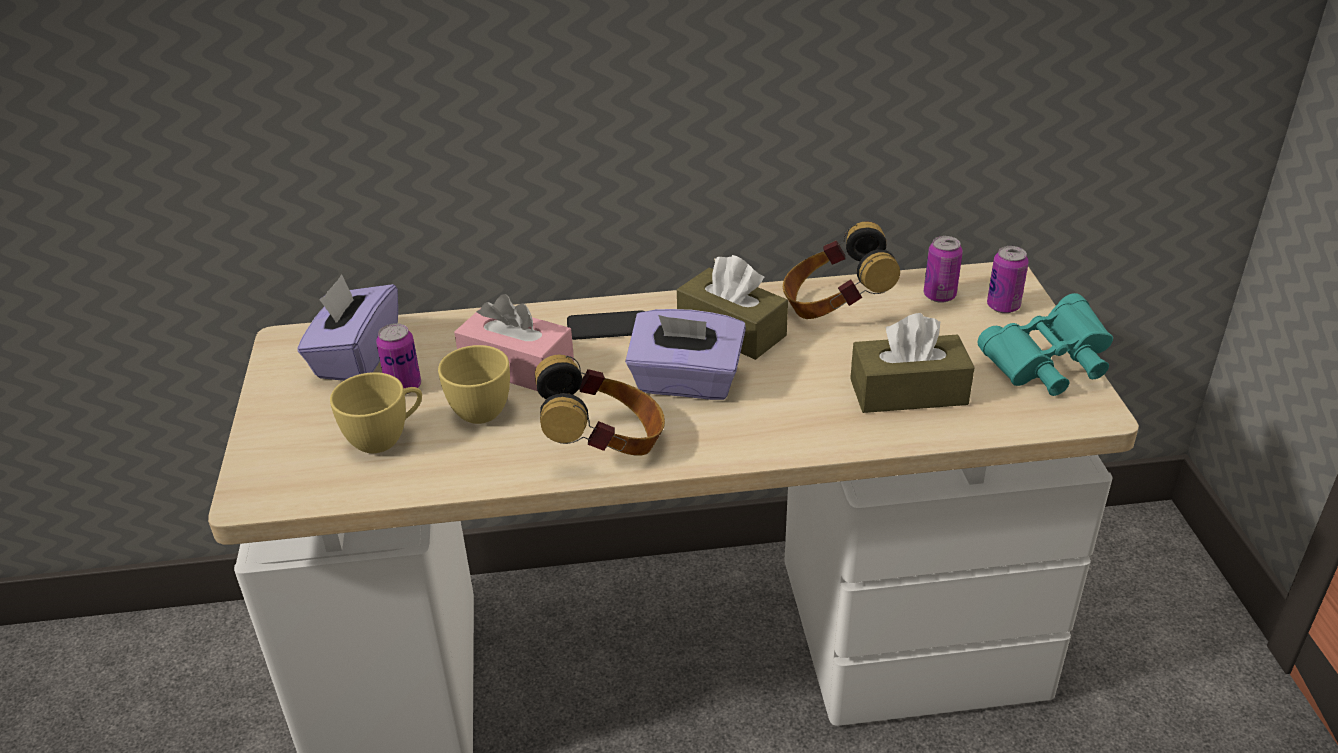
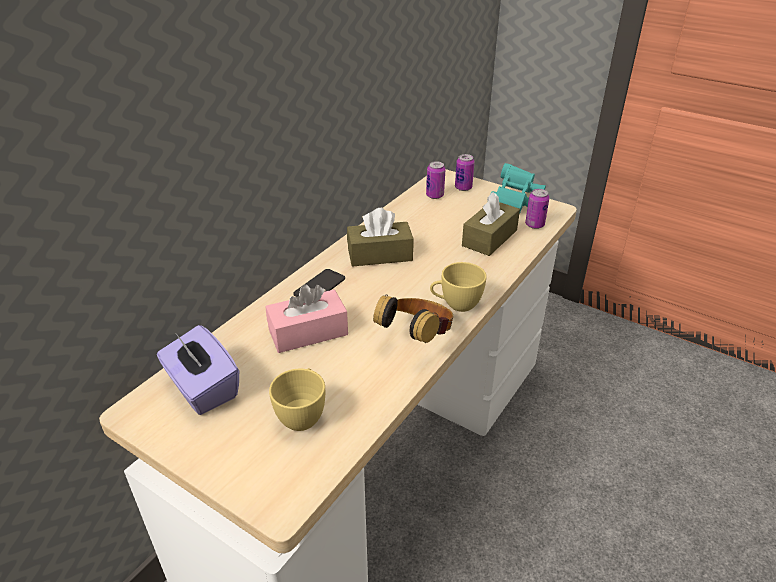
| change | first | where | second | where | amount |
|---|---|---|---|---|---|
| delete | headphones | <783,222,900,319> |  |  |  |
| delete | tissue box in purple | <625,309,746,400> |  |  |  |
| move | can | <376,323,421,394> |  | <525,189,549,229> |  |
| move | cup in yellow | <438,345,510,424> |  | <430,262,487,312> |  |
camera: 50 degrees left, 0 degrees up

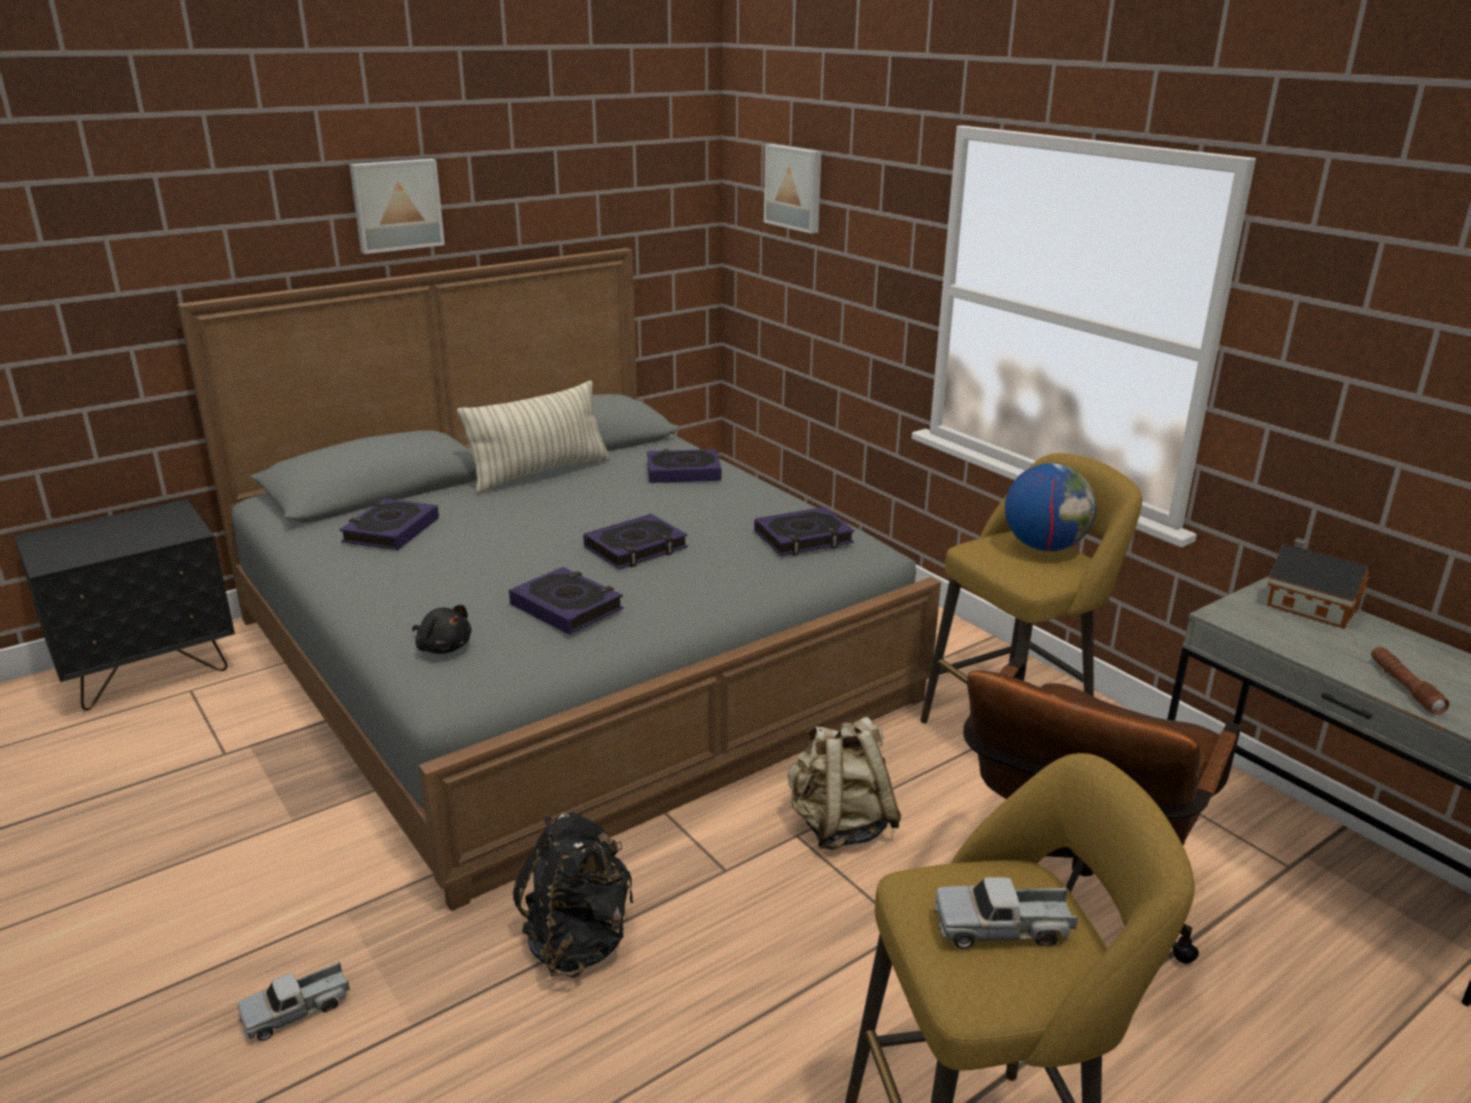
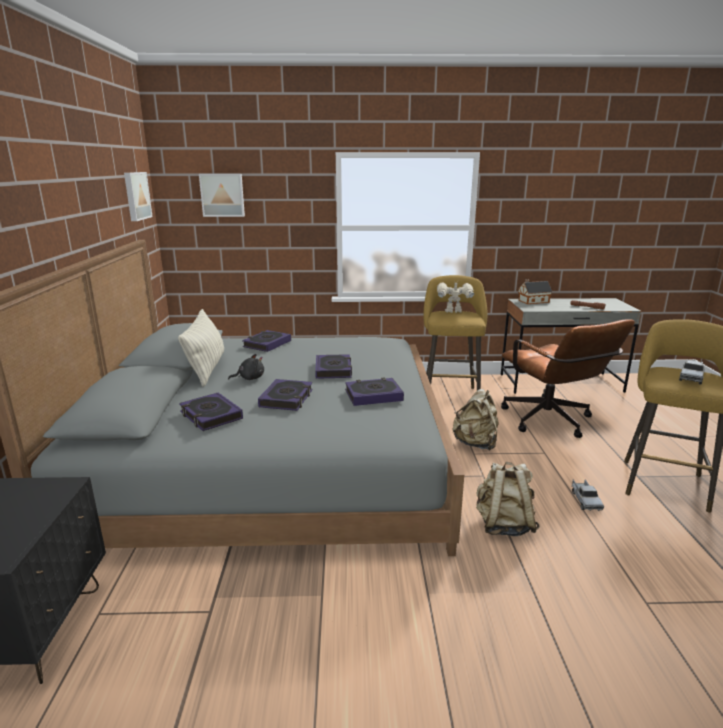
| change | first | where | second | where | amount |
|---|---|---|---|---|---|
| move | picture | <349,159,445,254> |  | <124,172,153,221> |  |
| replace | globe | <1005,463,1096,551> | toy robot | <437,282,474,313> |  |
| move | book | <754,507,854,556> |  | <258,379,313,411> |  |
| move | plush toy in black | <412,605,471,654> |  | <228,354,264,380> |  |
| recolor | backpack in black | <513,812,633,978> | backpack in beige | <476,462,540,536> |  |
| move | toy truck | <238,962,350,1041> |  | <572,479,604,511> |  |
camera: 55 degrees left, 5 degrees down

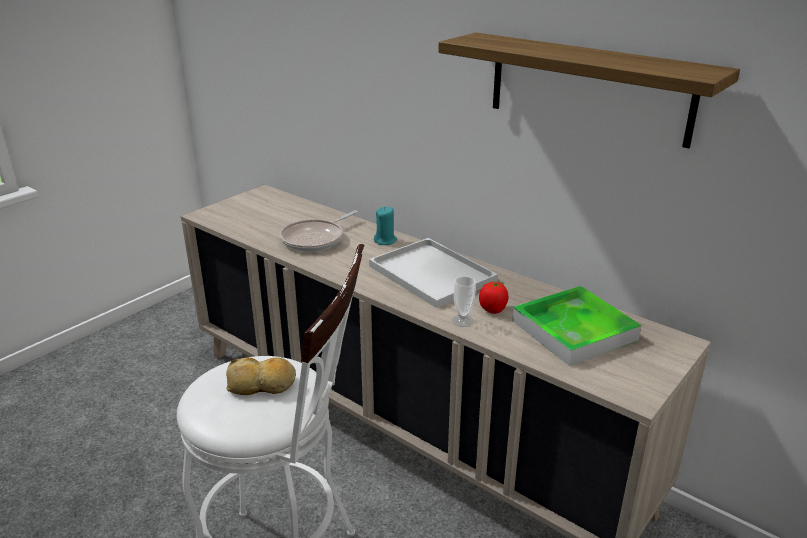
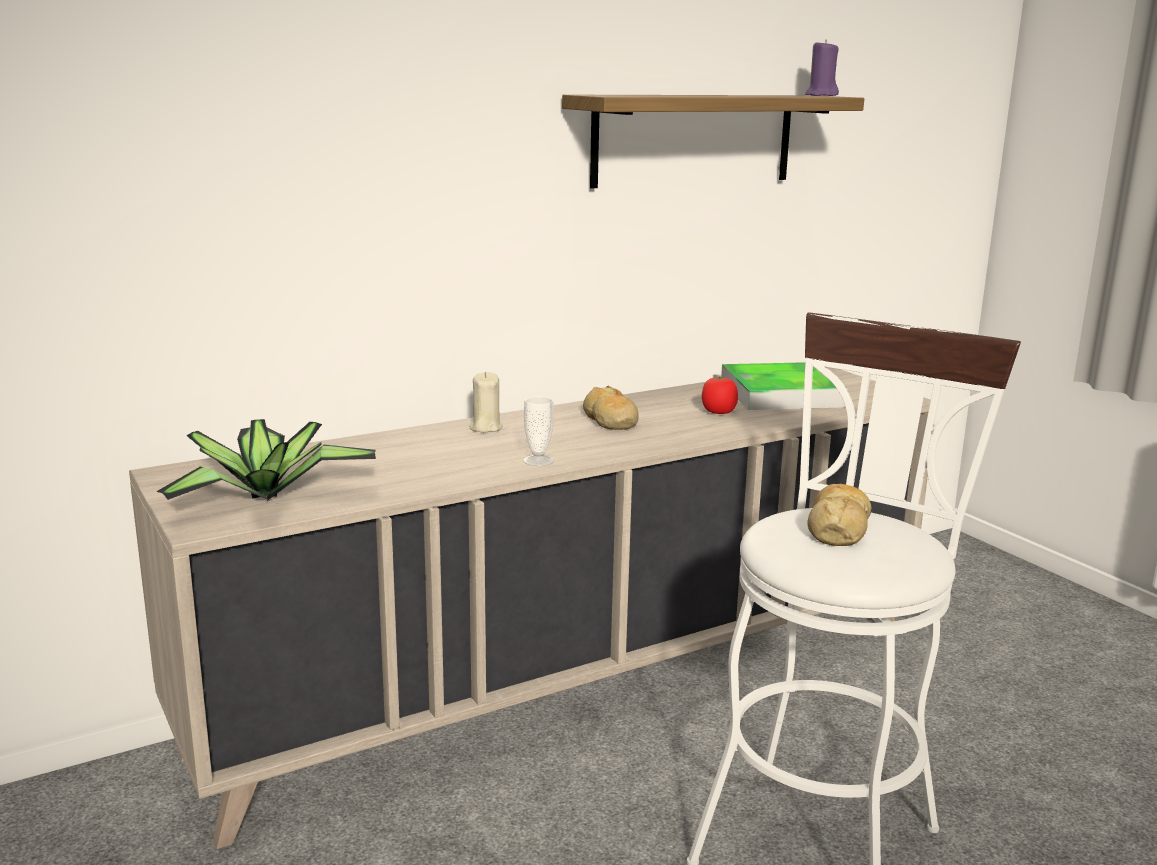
| change | first | where | second | where | amount |
|---|---|---|---|---|---|
| recolor | candle in turquoise | <374,206,397,245> | candle in beige | <469,372,502,433> |  |
| delete | frying pan | <280,210,358,252> |  |  |  |
| replace | tray in white | <369,238,498,308> | bread | <583,386,639,430> |  |
| move | cup | <452,276,476,327> |  | <523,396,554,466> |  |
| insert |  |  | candle in purple | <805,40,839,96> |  |
| insert |  |  | potted plant | <156,419,376,501> |  |
camera: 70 degrees left, 10 degrees down

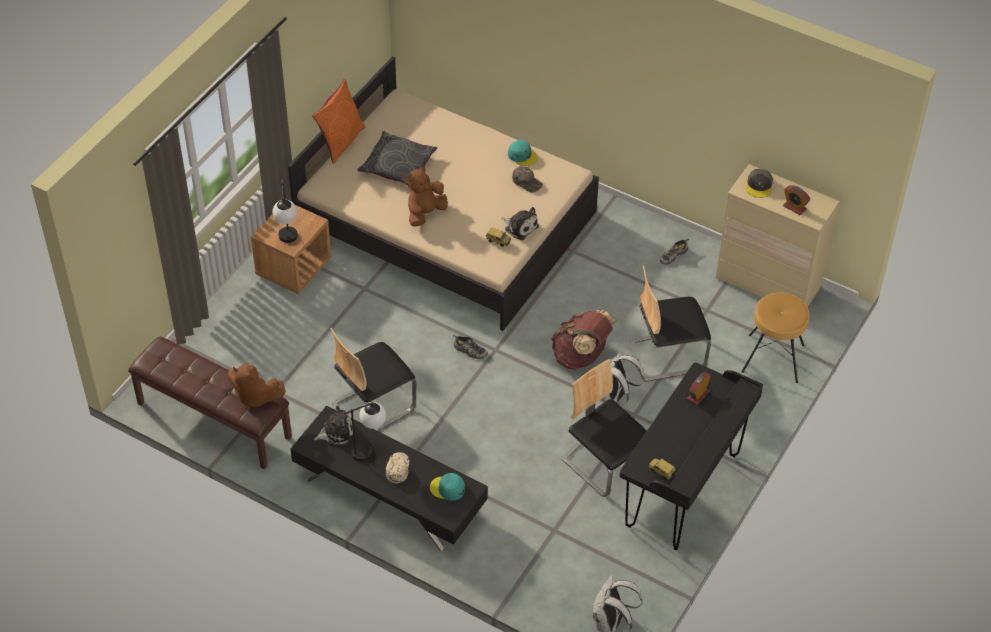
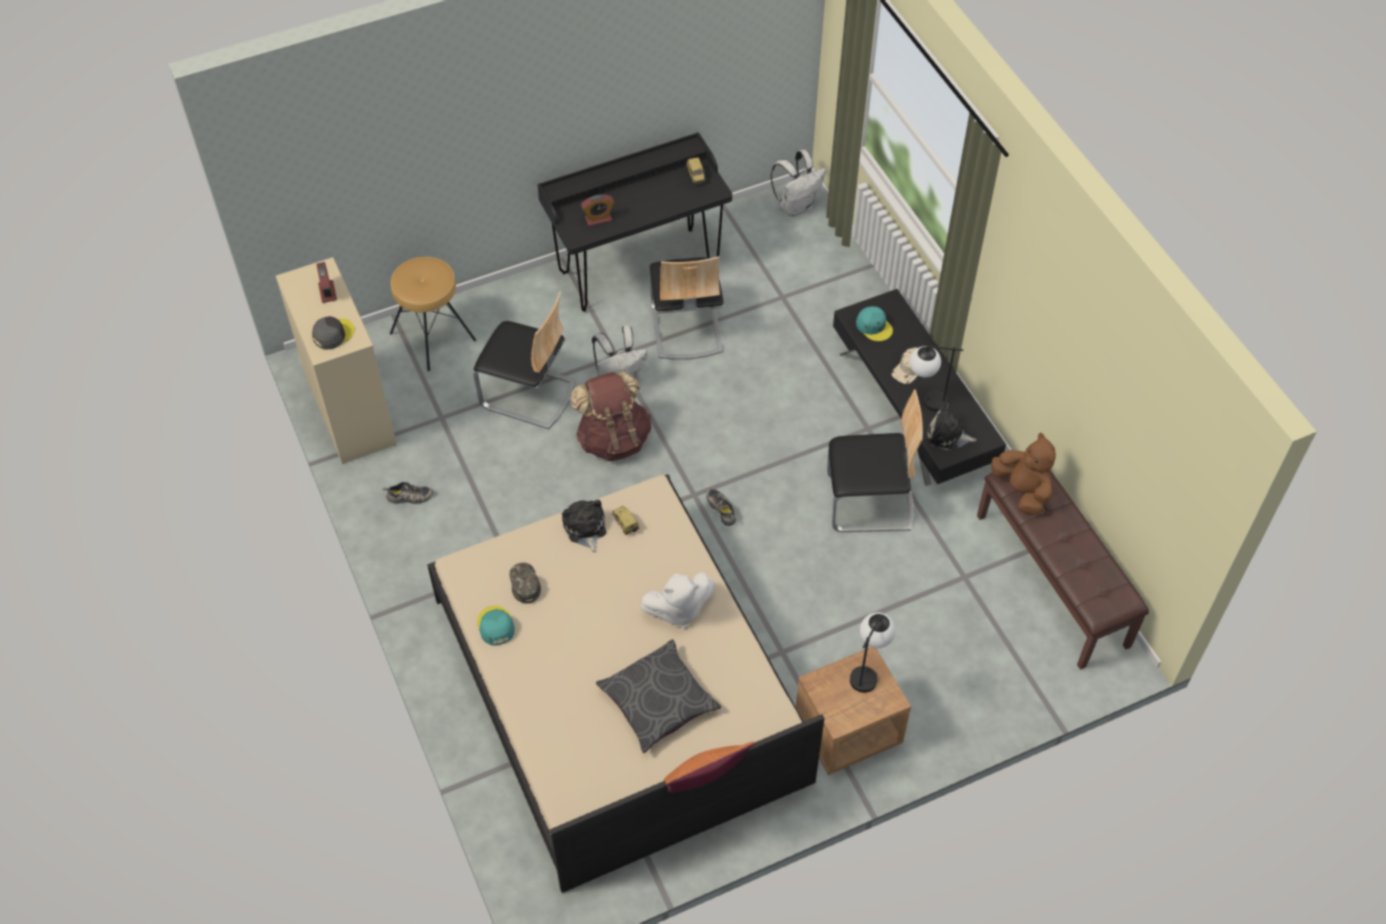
| change | first | where | second | where | amount |
|---|---|---|---|---|---|
| recolor | plush toy in brown | <407,167,448,227> | plush toy in white | <640,572,715,629> |  |
camera: 145 degrees left, 5 degrees up

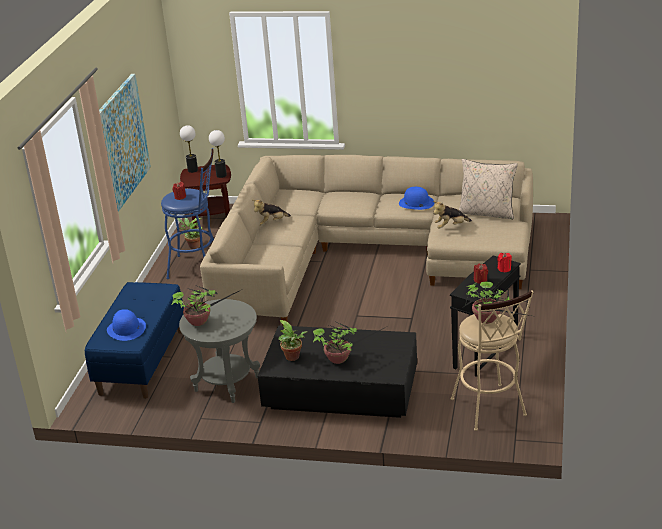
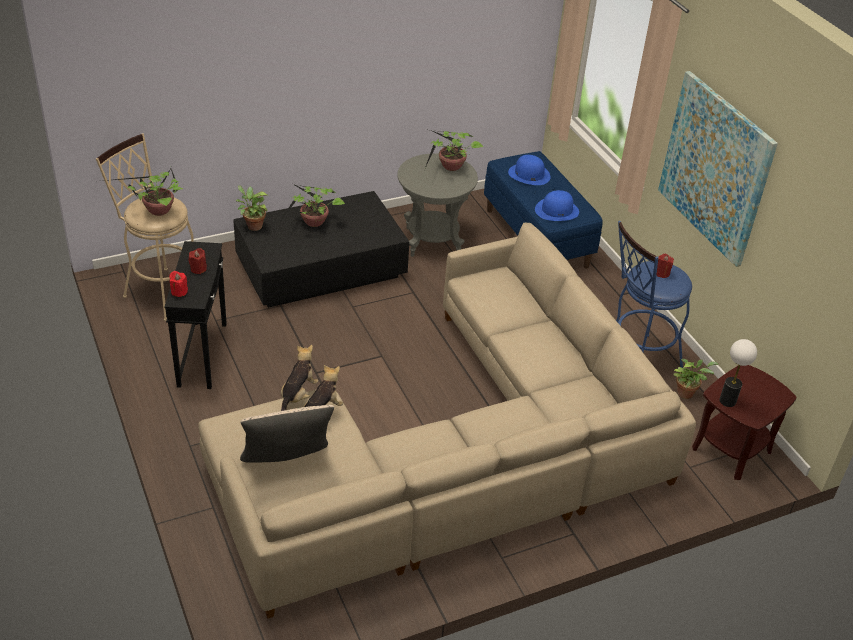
| change | first | where | second | where | amount |
|---|---|---|---|---|---|
| delete | table lamp | <180,125,198,173> |  |  |  |
| move | hat in blue | <399,187,434,210> |  | <535,190,579,221> |  |
| move | plush toy | <253,200,291,226> |  | <281,345,318,411> |  |
| move | potted plant | <278,320,308,361> |  | <236,185,268,231> |  |
camera: 140 degrees right, 10 degrees up

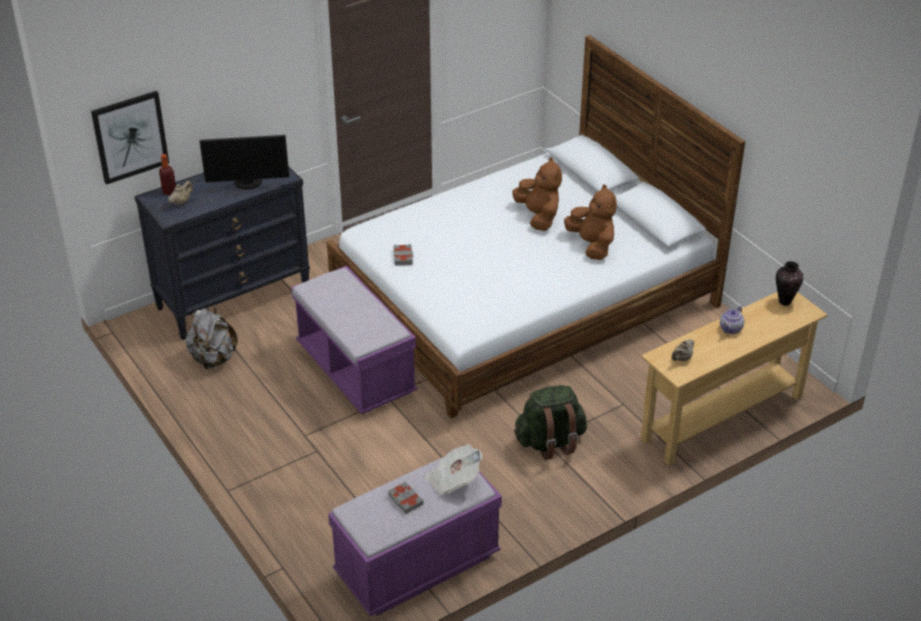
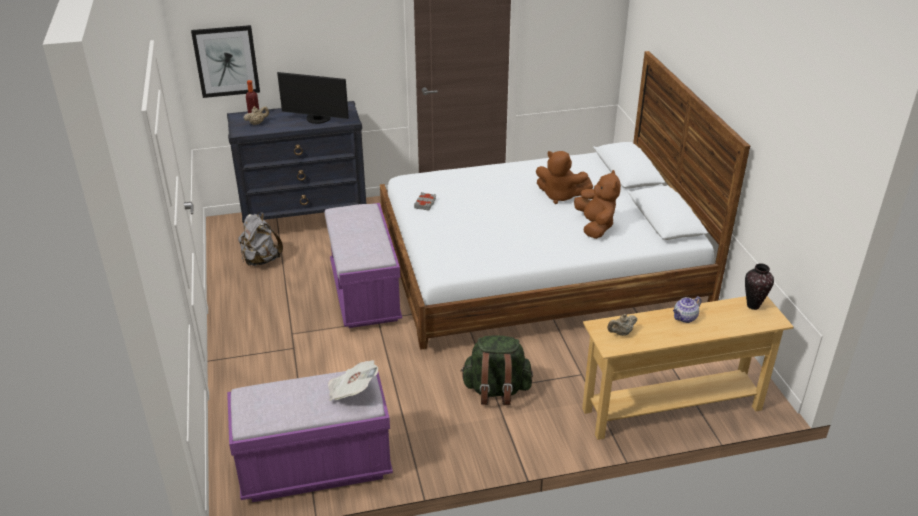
| change | first | where | second | where | amount |
|---|---|---|---|---|---|
| rotate | plush toy in brown | <512,157,562,231> |  | <536,151,593,204> | 120 degrees clockwise |
| delete | book in grey | <388,481,424,514> |  |  |  |
camera: 20 degrees right, 5 degrees down

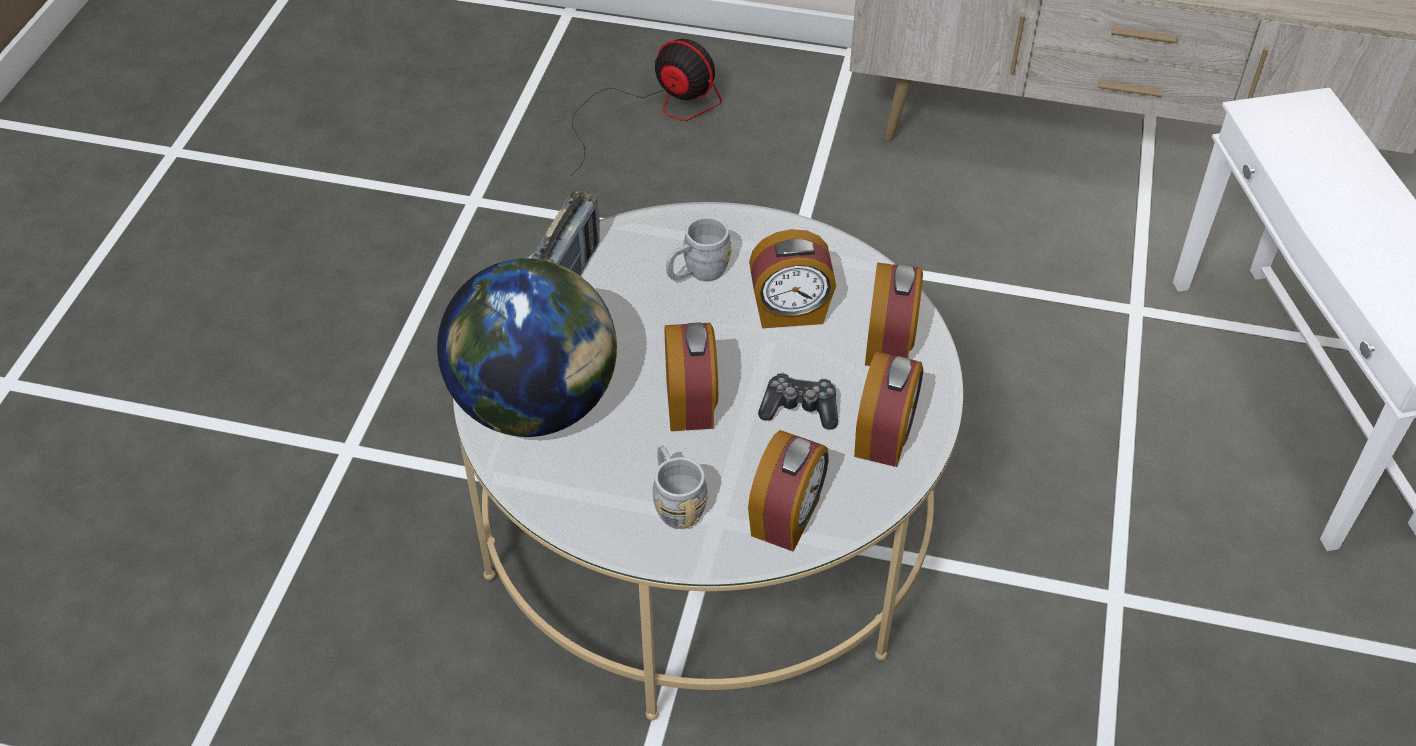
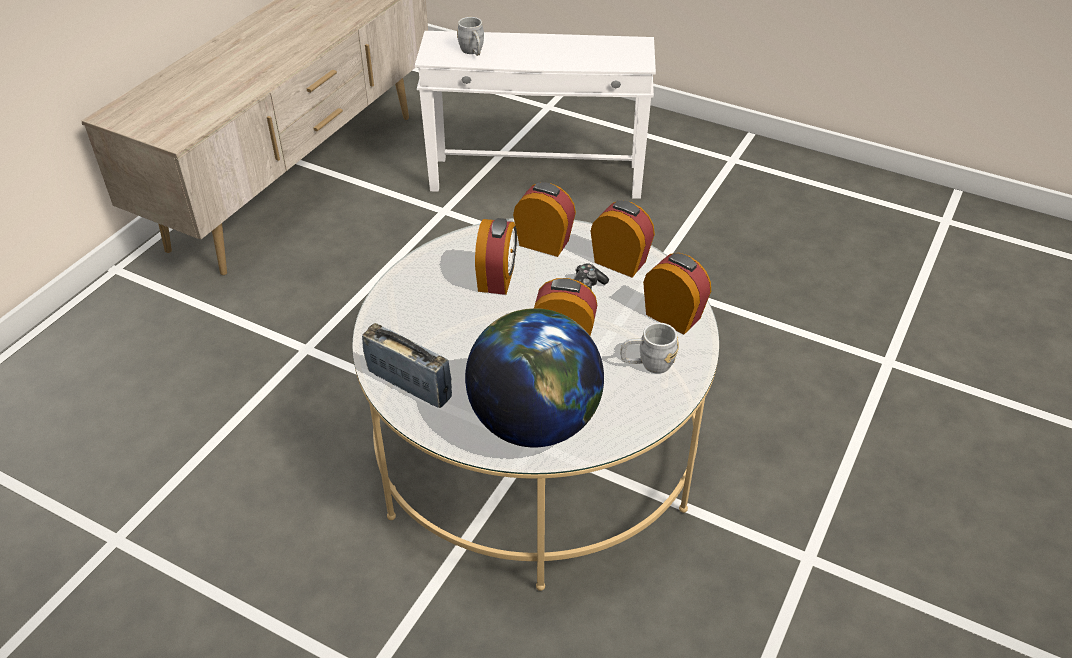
| change | first | where | second | where | amount |
|---|---|---|---|---|---|
| delete | fan | <571,39,722,176> |  |  |  |
| move | mug in grey | <666,217,732,281> |  | <457,17,484,56> |  |
camera: 75 degrees left, 5 degrees down

